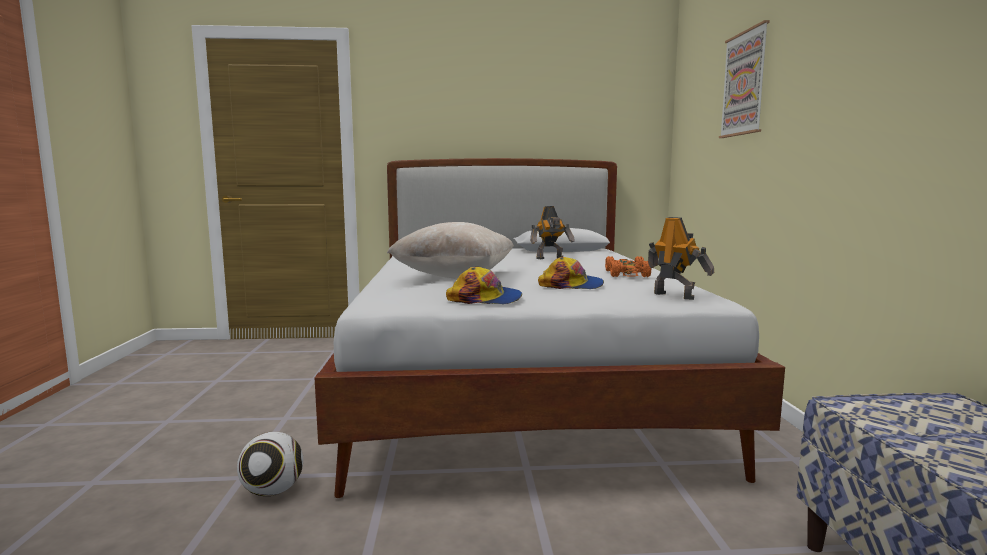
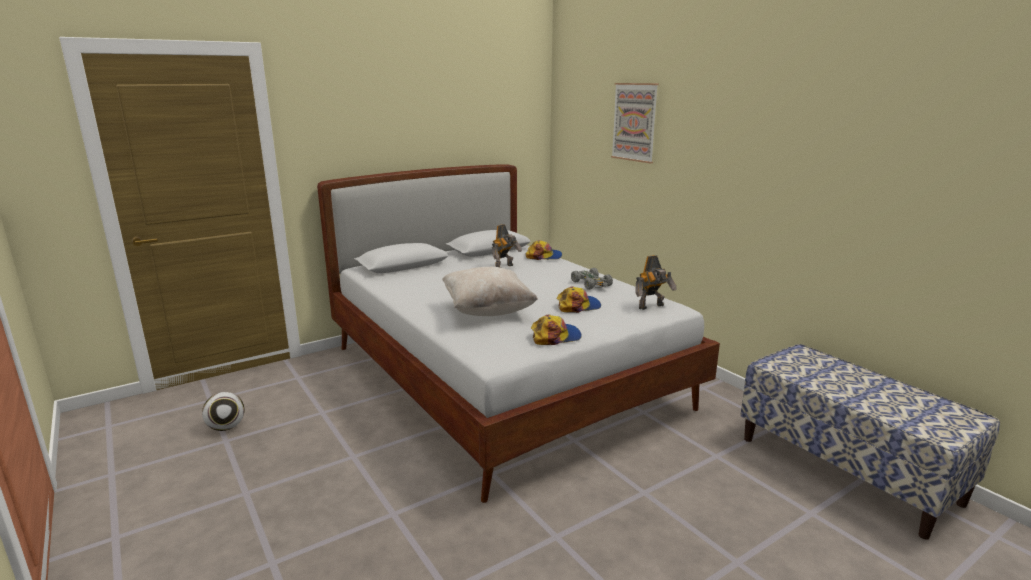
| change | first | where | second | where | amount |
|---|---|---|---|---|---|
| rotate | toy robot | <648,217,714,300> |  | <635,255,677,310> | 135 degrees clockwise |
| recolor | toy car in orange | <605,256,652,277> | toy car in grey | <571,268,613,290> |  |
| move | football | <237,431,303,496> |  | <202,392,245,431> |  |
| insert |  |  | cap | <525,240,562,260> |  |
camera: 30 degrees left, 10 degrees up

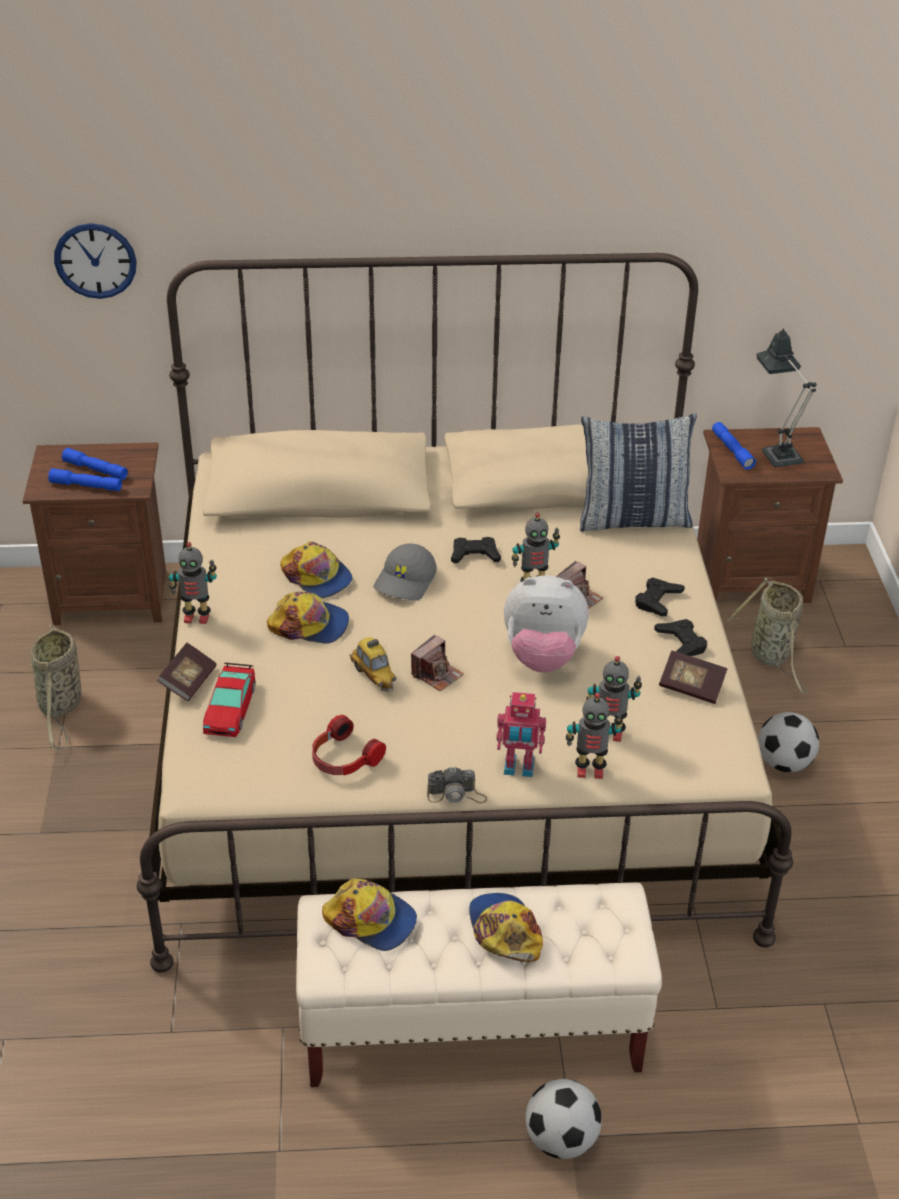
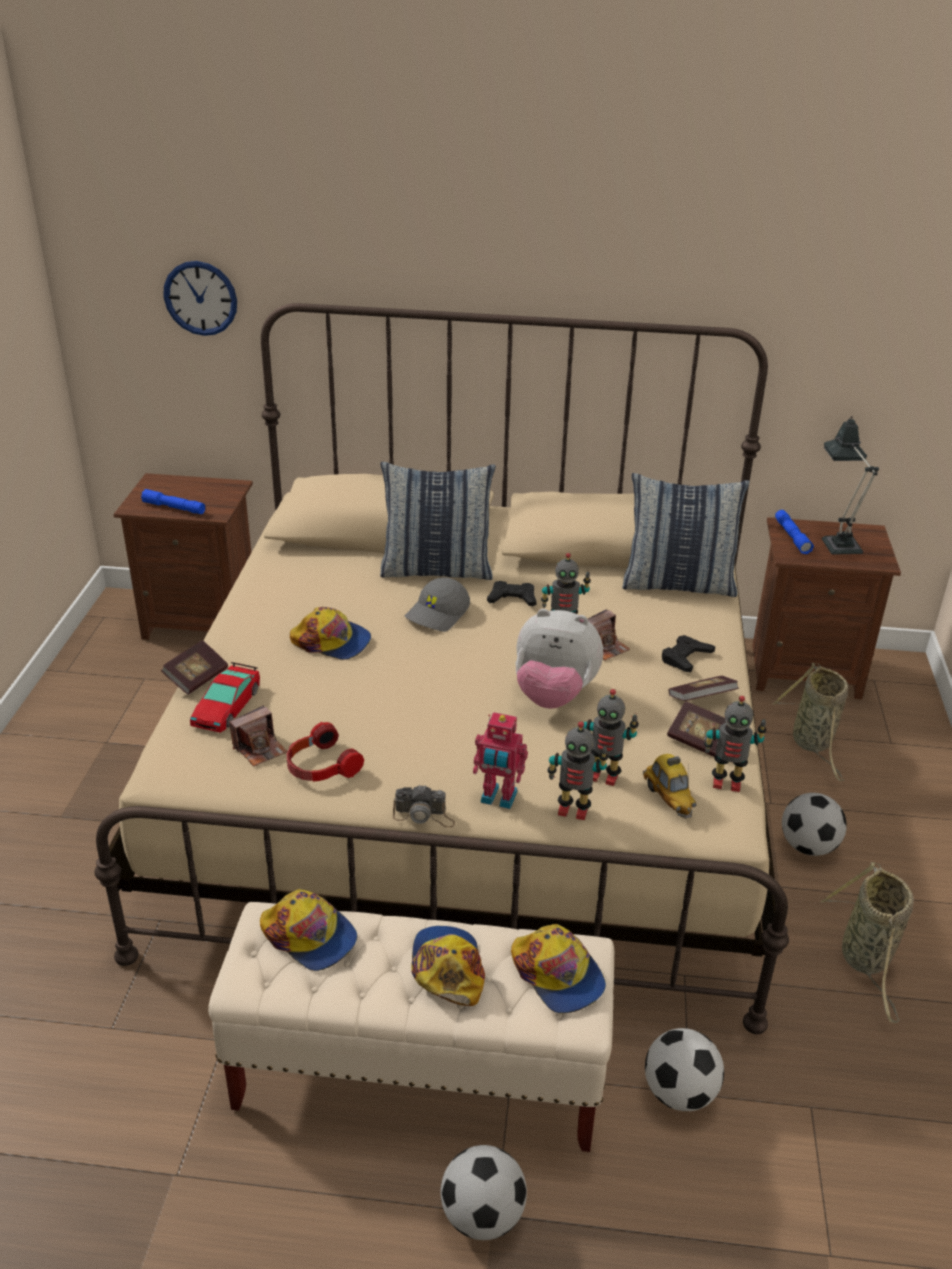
| change | first | where | second | where | amount |
|---|---|---|---|---|---|
| delete | flashlight in blue | <61,448,128,480> |  |  |  |
| move | cap | <280,541,353,598> |  | <511,924,606,1014> |  |
| move | toy robot | <169,542,217,624> |  | <704,696,767,792> |  |
| replace | game controller in black | <654,619,707,656> | book | <669,676,739,701> |  |
| move | basket | <29,624,81,749> |  | <820,862,914,1023> |  |
| move | photo camera | <411,635,464,692> |  | <229,705,288,766> |  |
| move | toy car | <350,637,396,692> |  | <643,754,697,819> |  |
| insert |  |  | pillow | <380,462,496,580> |  |
| insert |  |  | football | <645,1028,724,1111> |  |
camera: 10 degrees right, 5 degrees down

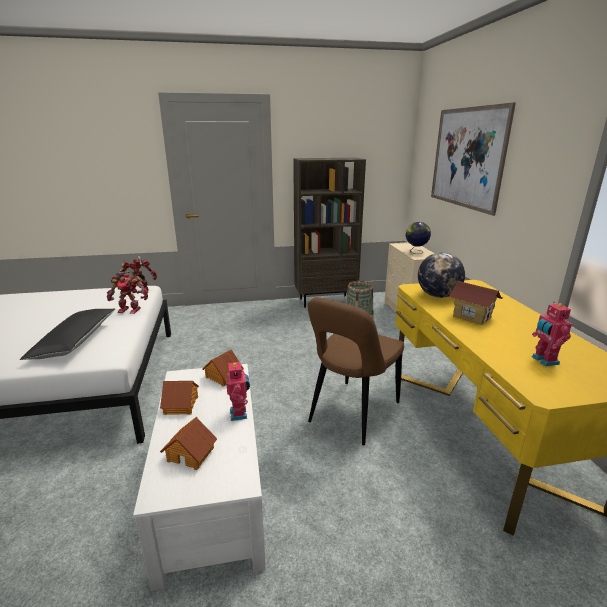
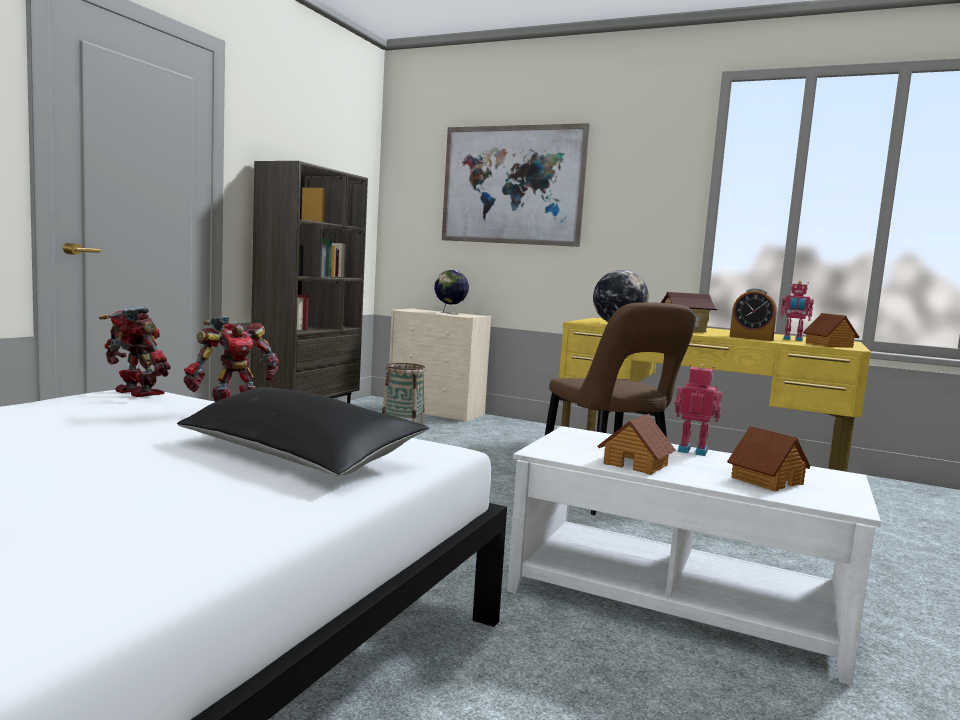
| change | first | where | second | where | amount |
|---|---|---|---|---|---|
| rotate | toy robot | <117,256,157,293> |  | <99,306,171,397> | 120 degrees clockwise |
| move | toy house | <202,349,244,386> |  | <803,313,859,348> |  |
| insert |  |  | alarm clock | <729,288,777,341> |  |
camera: 55 degrees left, 15 degrees down

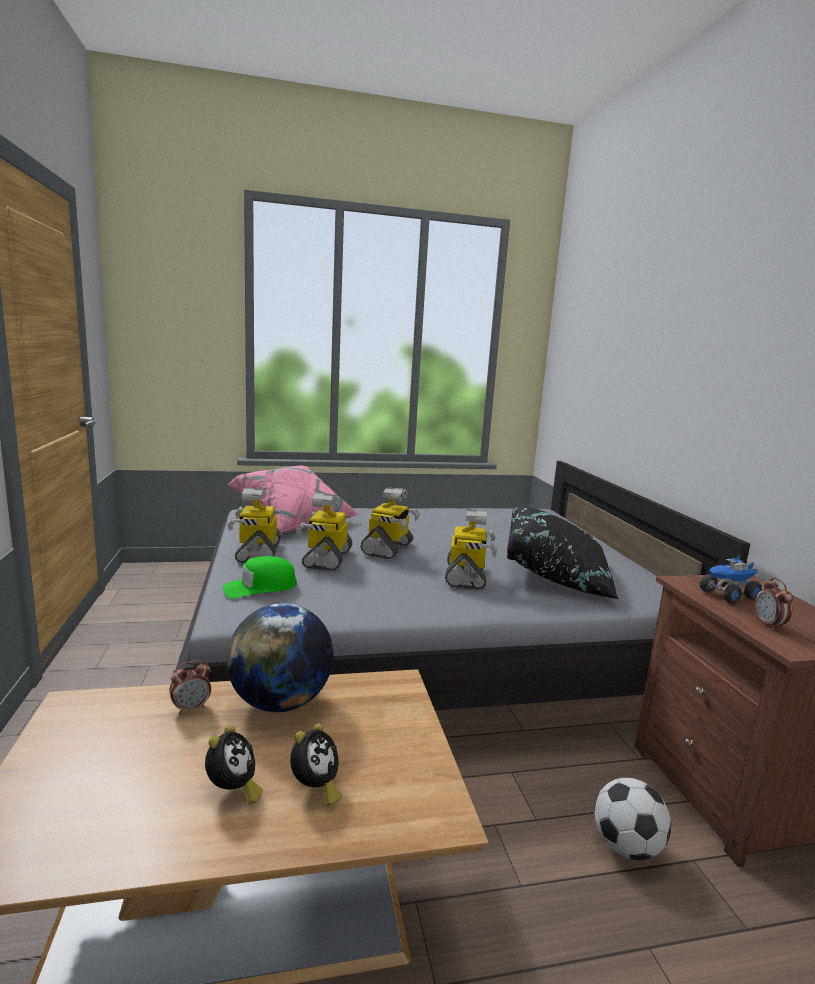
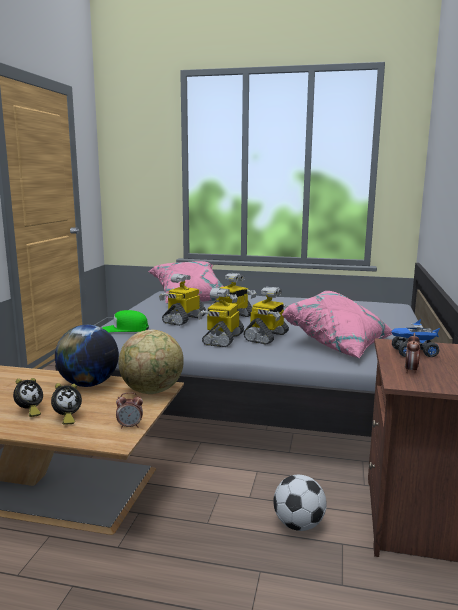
| change | first | where | second | where | amount |
|---|---|---|---|---|---|
| move | toy robot | <227,488,281,563> |  | <197,288,244,347> |  |
| recolor | pillow in black | <507,507,619,599> | pillow in pink | <282,291,392,358> |  |
| move | alarm clock | <169,660,211,715> |  | <116,392,143,429> |  |
| insert |  |  | globe | <119,330,184,394> |  |
camera: 25 degrees right, 0 degrees up

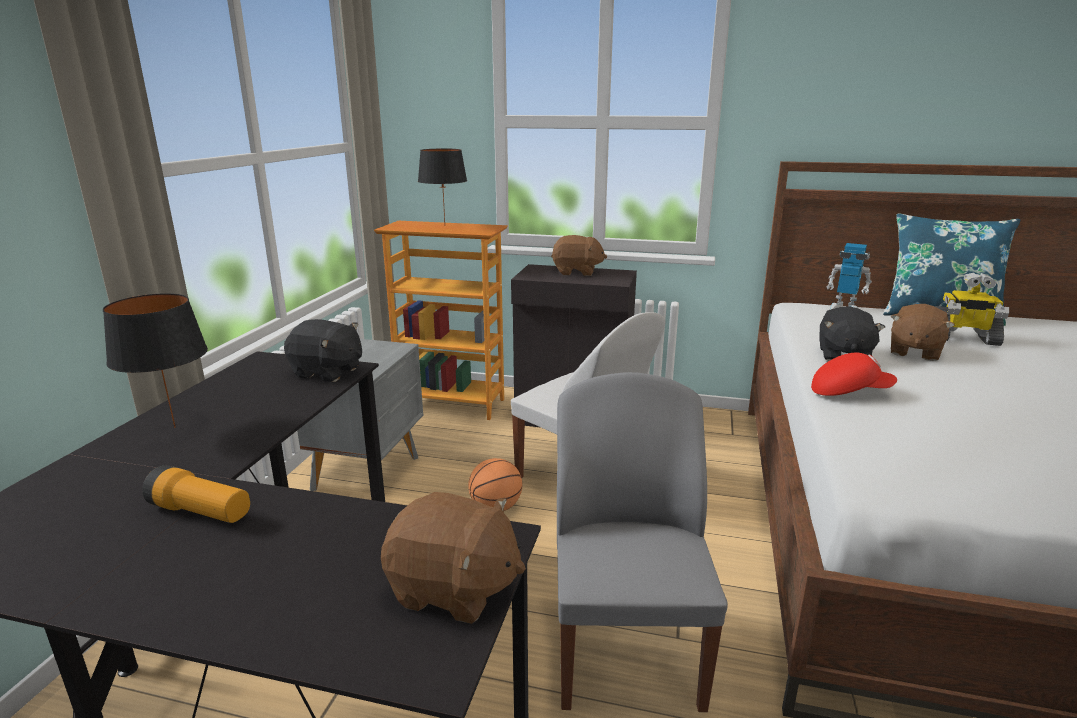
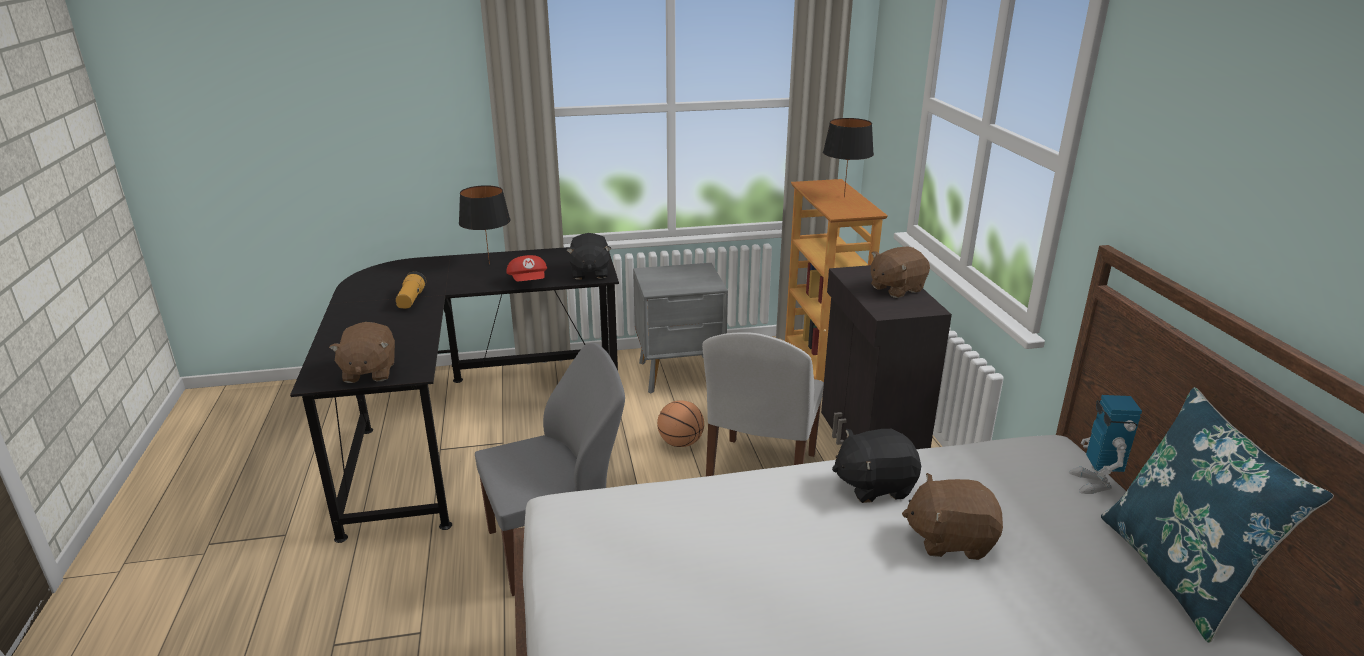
| change | first | where | second | where | amount |
|---|---|---|---|---|---|
| rotate | plush toy in brown | <551,235,607,276> |  | <871,247,930,298> | 75 degrees clockwise |
| delete | toy robot | <935,273,1009,346> |  |  |  |
| move | cap in red | <811,353,897,396> |  | <506,255,547,281> |  |
camera: 65 degrees right, 5 degrees up

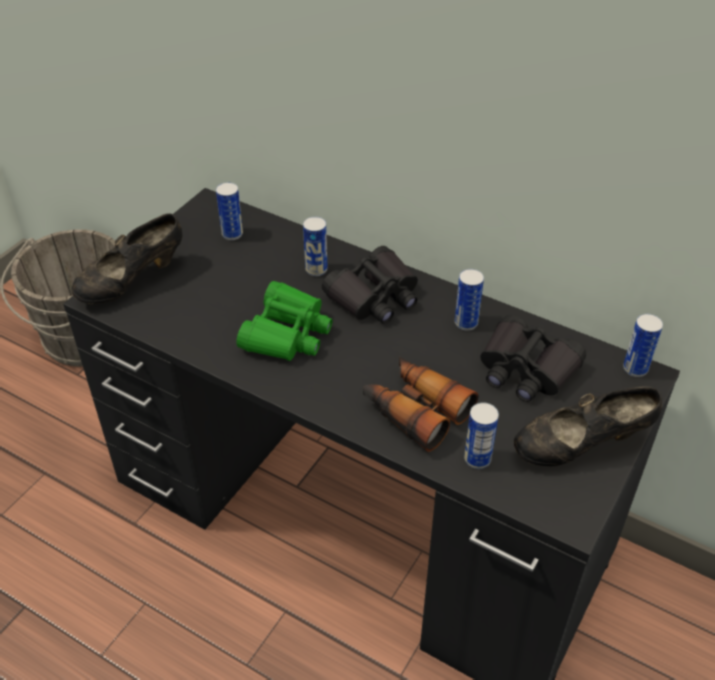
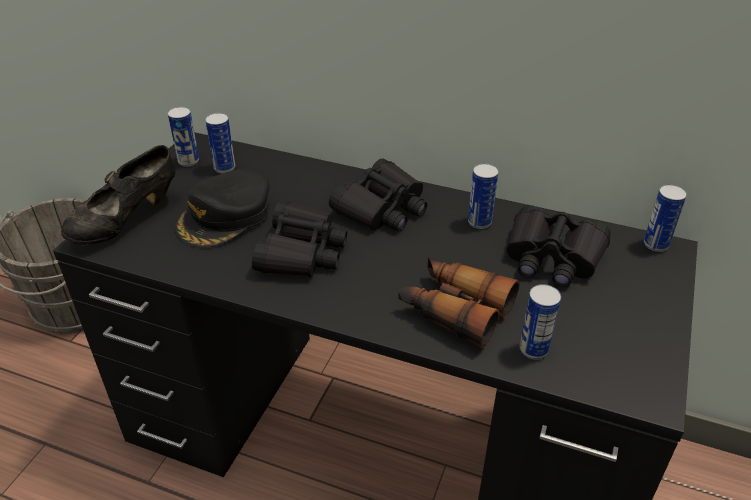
| change | first | where | second | where | amount |
|---|---|---|---|---|---|
| move | can | <303,216,328,276> |  | <168,107,199,167> |  |
| recolor | binoculars in green | <236,281,333,361> | binoculars in black | <252,201,347,277> |  |
| delete | shoe in black | <514,386,662,466> |  |  |  |
| insert |  |  | cap in black | <175,169,270,248> |  |
camera: 10 degrees left, 5 degrees down

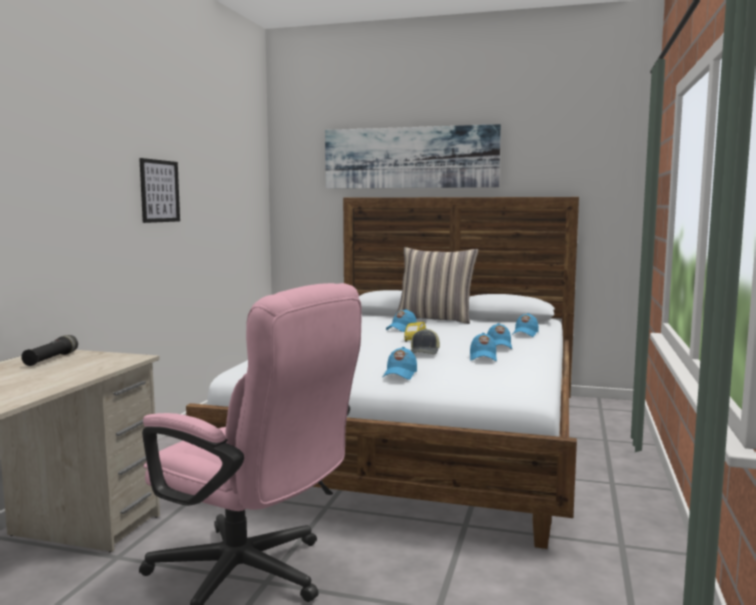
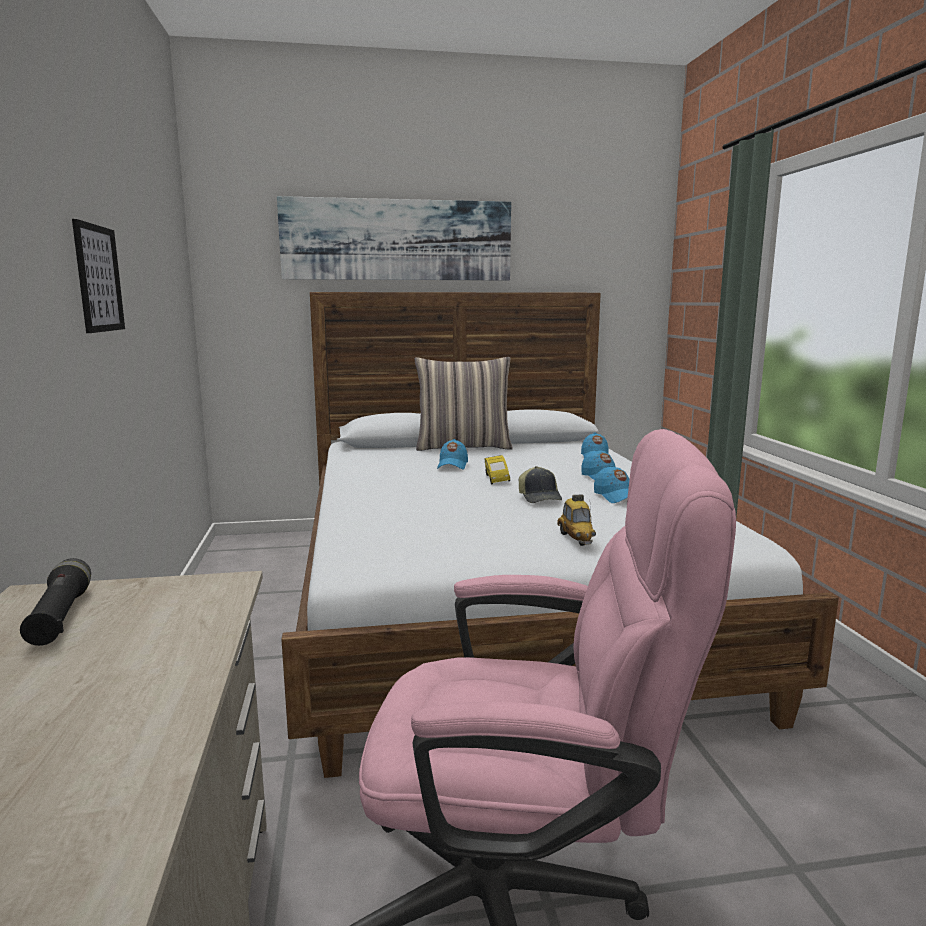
| change | first | where | second | where | amount |
|---|---|---|---|---|---|
| replace | cap in blue | <382,347,417,380> | toy car | <557,495,596,546> |  |
camera: 25 degrees left, 5 degrees up

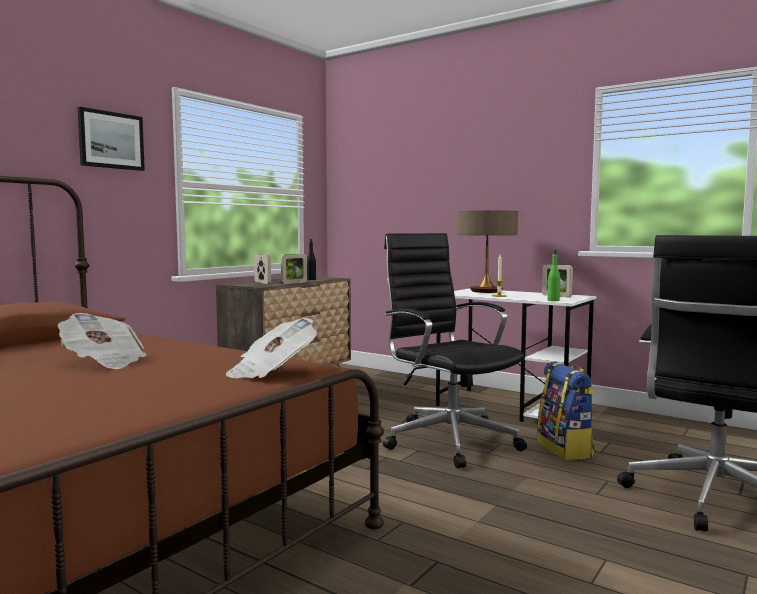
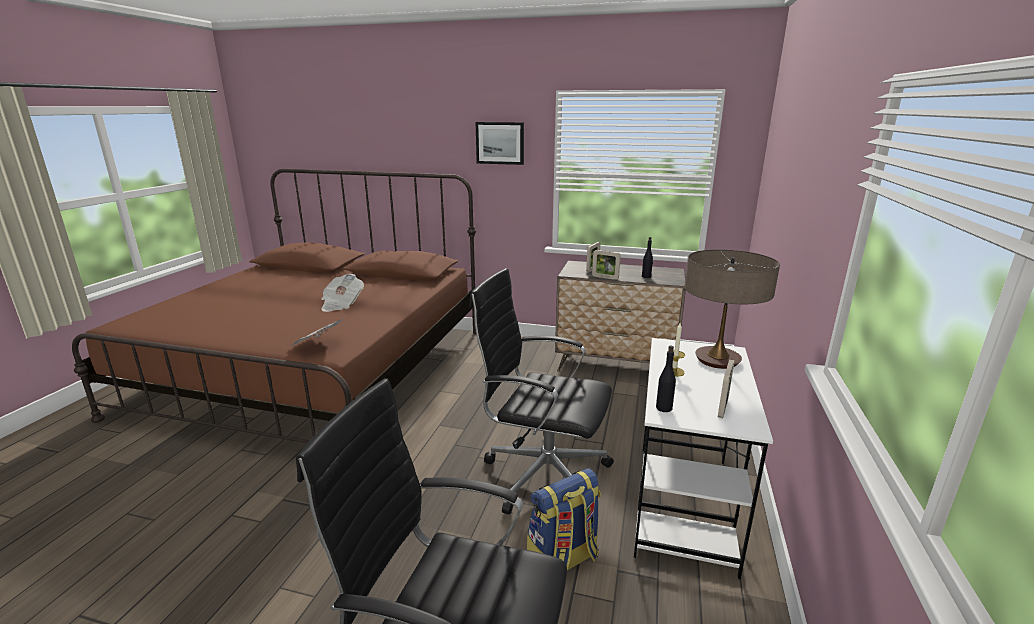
| change | first | where | second | where | amount |
|---|---|---|---|---|---|
| rotate | office chair in black | <383,233,527,468> |  | <469,268,614,514> | 105 degrees counterclockwise |
| recolor | bottle in green | <548,250,560,301> | bottle in black | <656,346,676,412> |  |
camera: 70 degrees right, 15 degrees up

